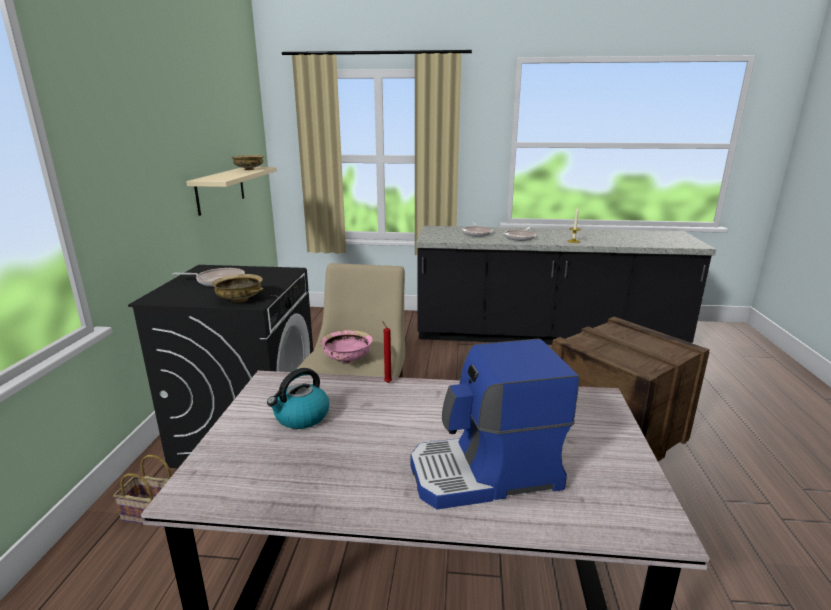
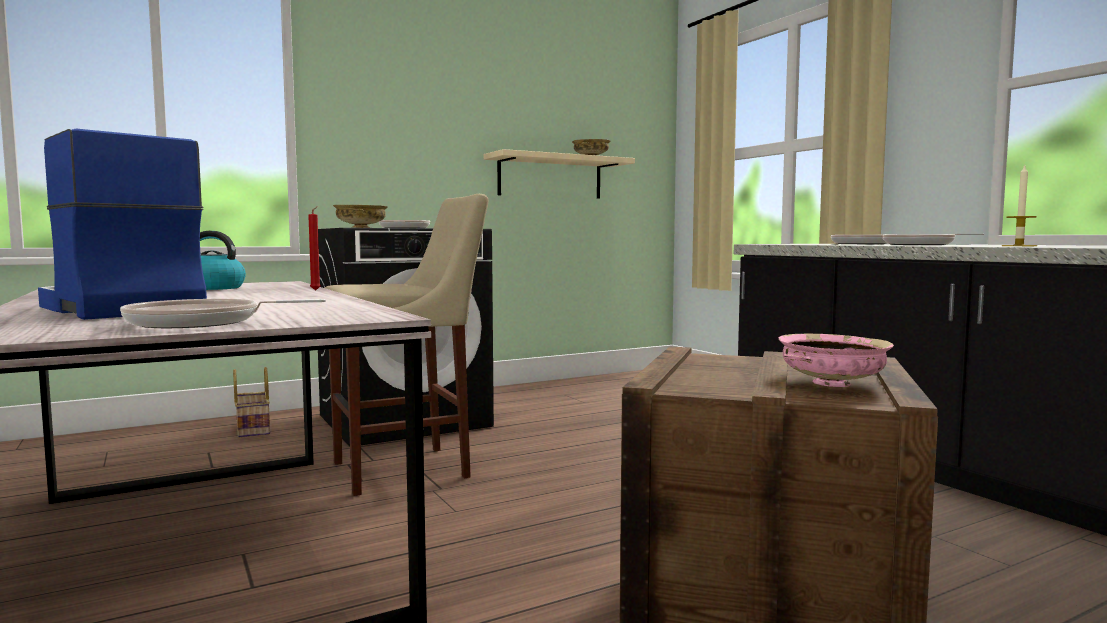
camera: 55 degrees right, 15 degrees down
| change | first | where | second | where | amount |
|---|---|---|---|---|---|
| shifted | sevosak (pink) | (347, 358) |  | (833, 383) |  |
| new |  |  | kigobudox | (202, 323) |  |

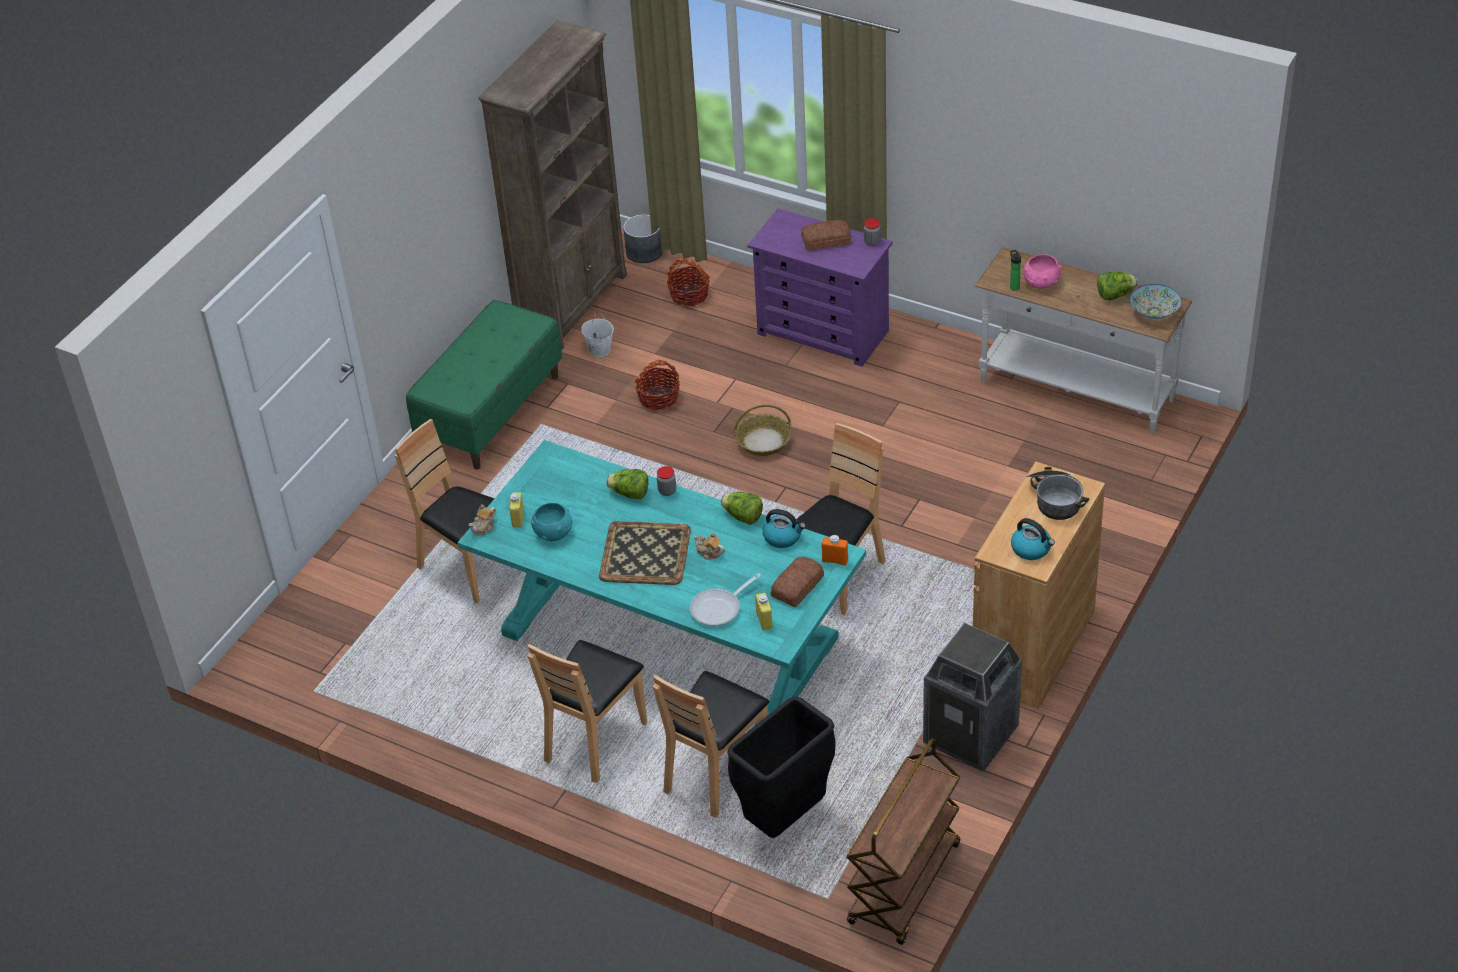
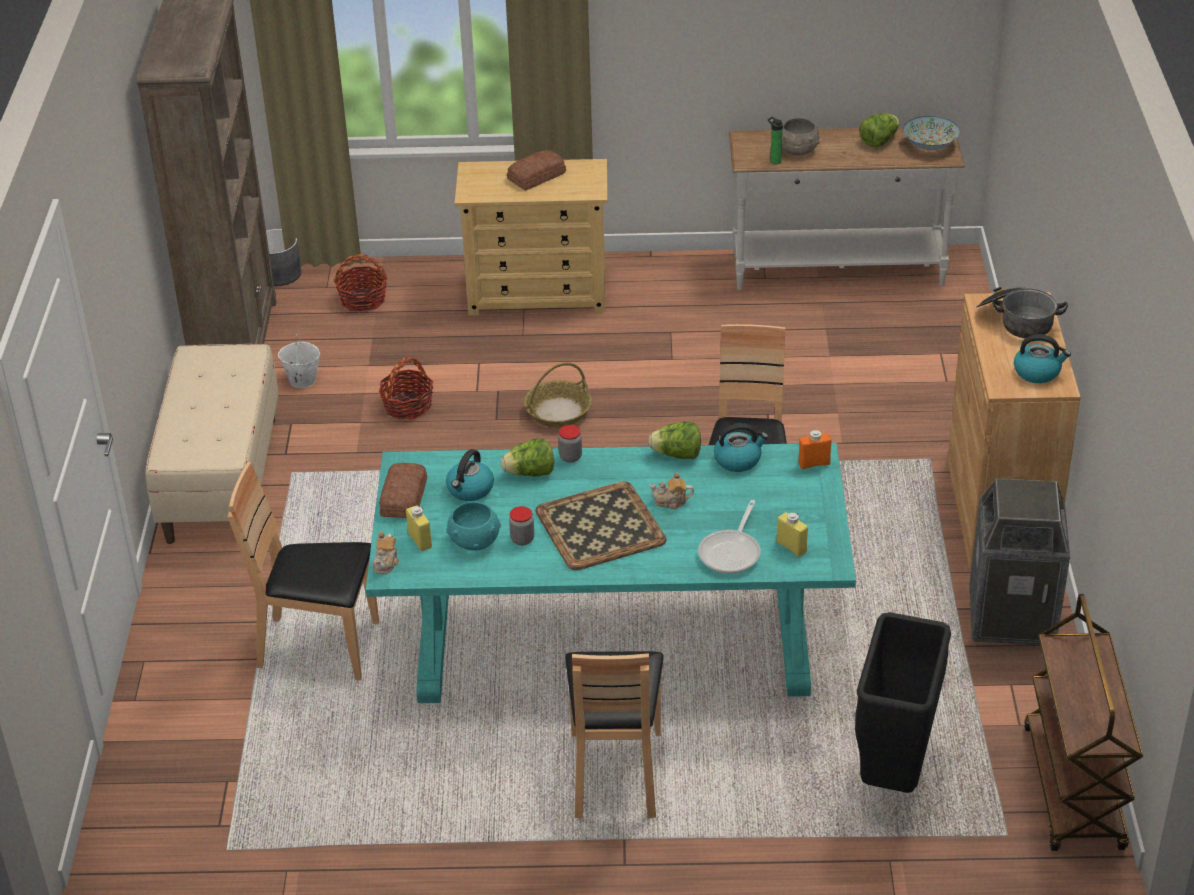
camera: 30 degrees left, 5 degrees down
| change | first | where | second | where | amount |
|---|---|---|---|---|---|
| repainted | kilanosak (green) | (491, 412) | kilanosak (beige) | (222, 479) |  |
| gone | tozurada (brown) | (716, 773) |  |  |  |
| repainted | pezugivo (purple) | (823, 332) | pezugivo (beige) | (538, 293) |  |
| shifted | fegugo | (798, 586) |  | (405, 497) |  |
| shifted | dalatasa | (872, 242) |  | (522, 539) |  |
| repainted | sevosak (pink) | (1041, 282) | sevosak (grey) | (797, 150) |  |
| new |  |  | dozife | (470, 490) |  |

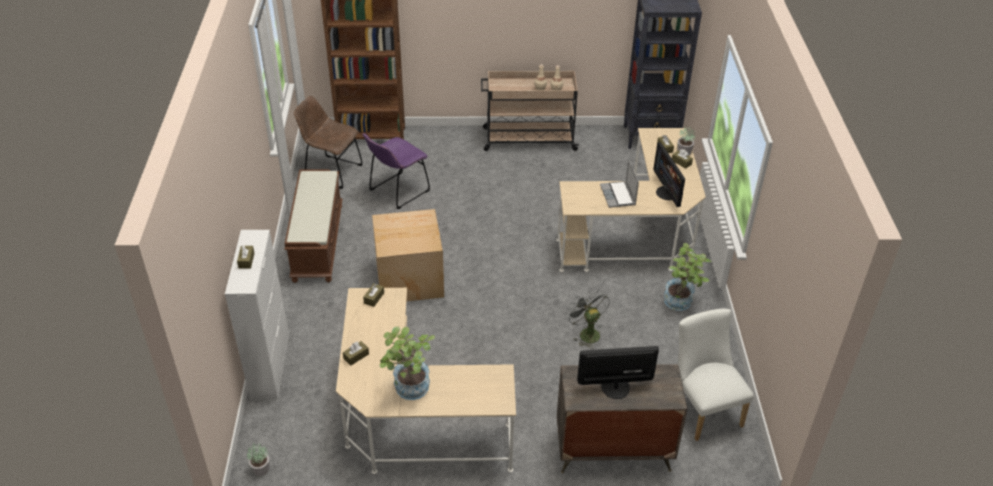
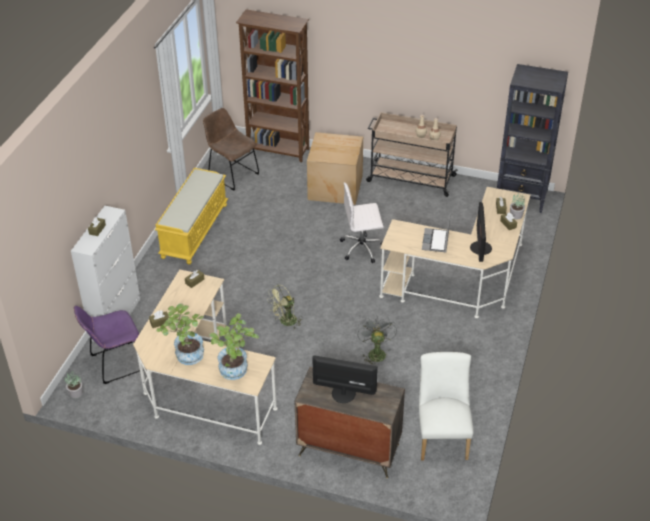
camera: 20 degrees right, 0 degrees up
| change | first | where | second | where | amount |
|---|---|---|---|---|---|
| repainted | kilanosak (brown) | (317, 242) | kilanosak (yellow) | (194, 230) |  |
| shifted | tozurada (purple) | (397, 192) |  | (115, 364) |  |
| shifted | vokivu | (408, 278) |  | (334, 187) |  |
| shifted | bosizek | (681, 303) |  | (235, 372) |  |
| new |  |  | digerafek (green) | (285, 322) |  |
| new |  |  | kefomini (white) | (362, 248) |  |

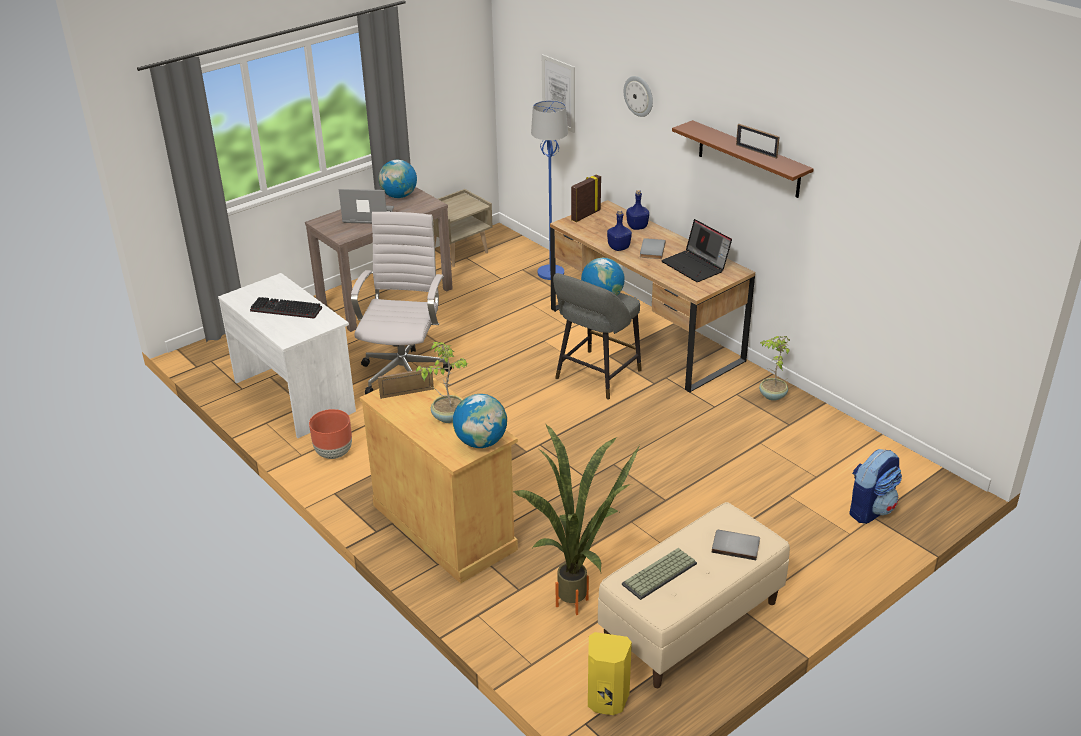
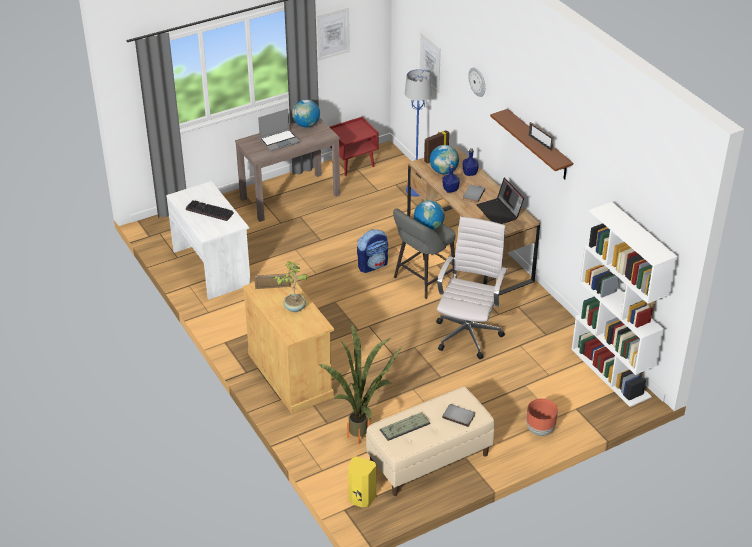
camera: 10 degrees right, 5 degrees up
| change | first | where | second | where | amount |
|---|---|---|---|---|---|
| shifted | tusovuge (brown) | (334, 453) |  | (540, 430) |  |
| rotated | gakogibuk | (367, 216) |  | (279, 140) | 135 degrees clockwise |
| shifted | kefomini (white) | (405, 372) |  | (468, 333) |  |
| repainted | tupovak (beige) | (459, 252) | tupovak (red) | (353, 164) |  |
| shifted | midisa | (481, 442) |  | (443, 171) |  |
| gone | bosizek | (772, 396) |  |  |  |
| shifted | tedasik | (870, 509) |  | (373, 265) |  |
| new |  |  | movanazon | (333, 33) |  |
| new |  |  | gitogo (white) | (611, 373) |  |

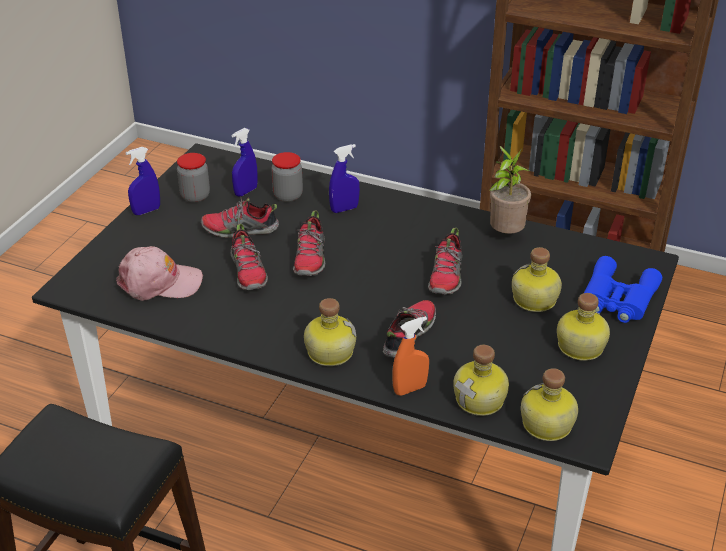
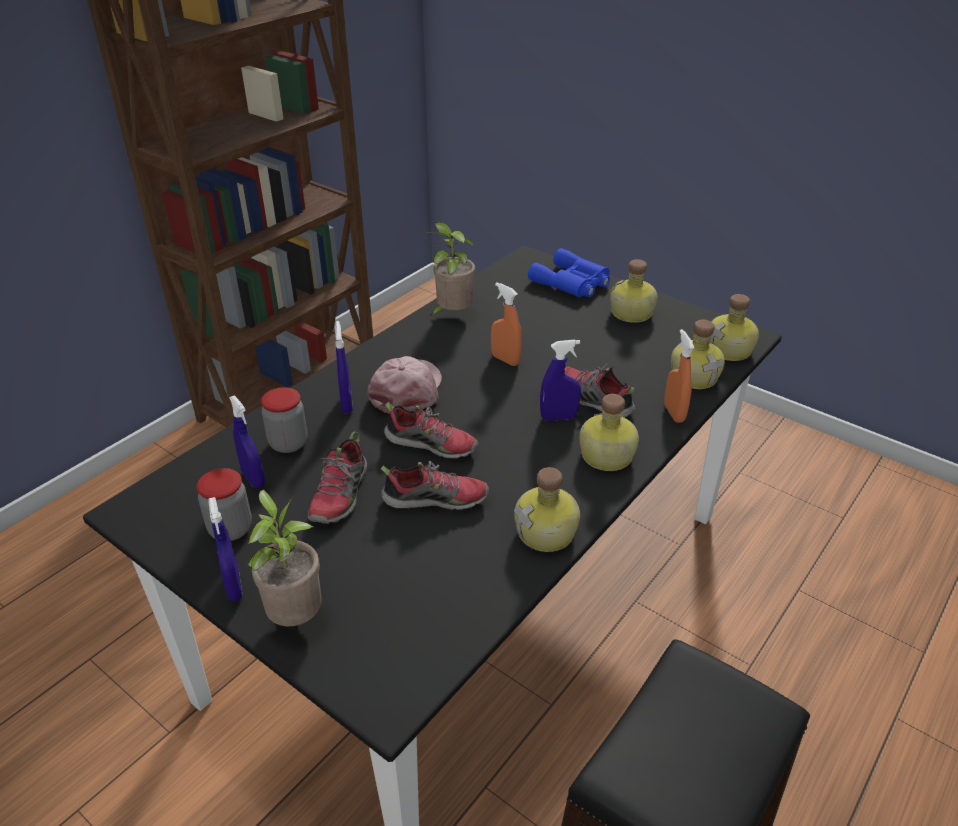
camera: 75 degrees left, 0 degrees up
| change | first | where | second | where | amount |
|---|---|---|---|---|---|
| shifted | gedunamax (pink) | (159, 282) |  | (407, 391) |  |
| swapped | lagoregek | (446, 276) | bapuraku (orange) | (505, 360) |  |
| shifted | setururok | (534, 300) |  | (547, 533) |  |
| new |  |  | bosizek | (295, 616) |  |
| new |  |  | bapuraku (blue) | (558, 417) |  |

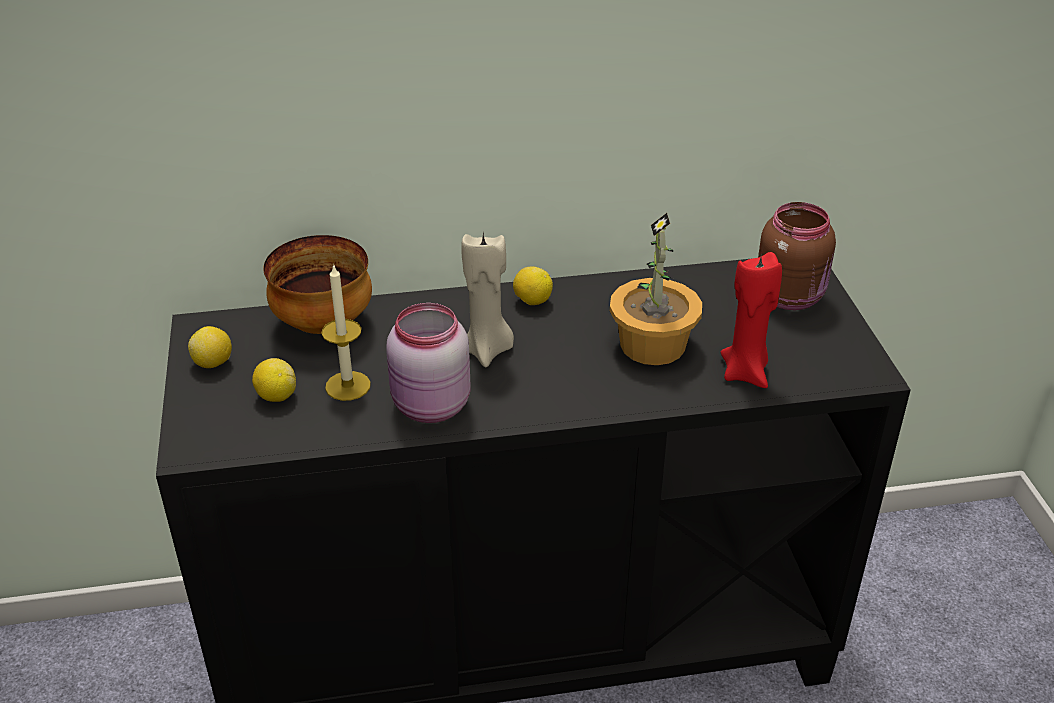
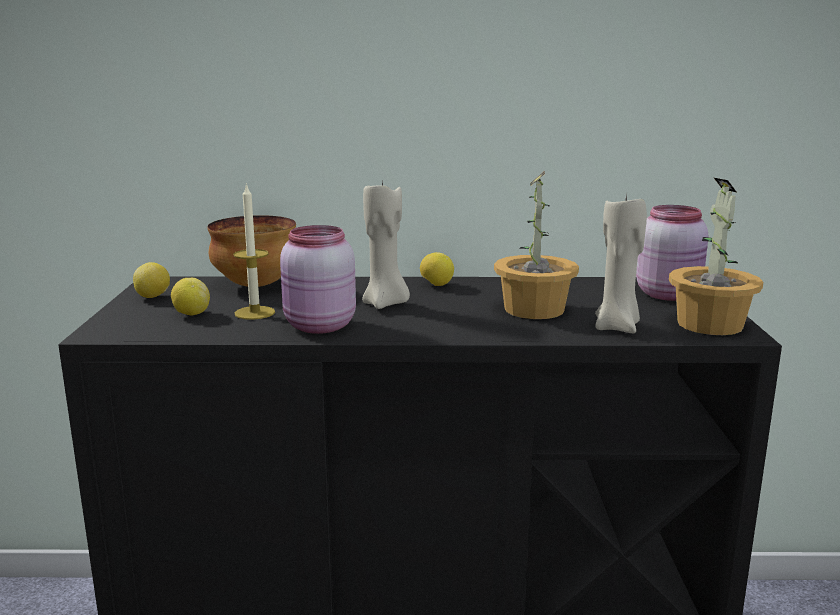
camera: 10 degrees right, 20 degrees down
| change | first | where | second | where | amount |
|---|---|---|---|---|---|
| repainted | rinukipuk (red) | (746, 372) | rinukipuk (beige) | (617, 327) |  |
| repainted | dalatasa (brown) | (790, 296) | dalatasa (pink) | (669, 294) |  |
| new |  |  | bosizek | (709, 324) |  |

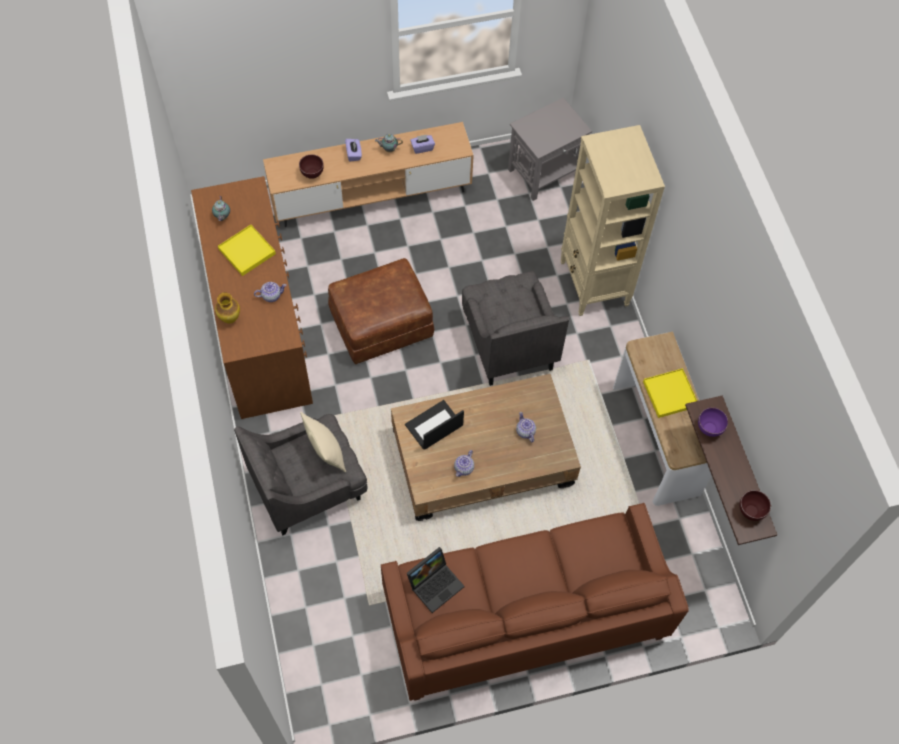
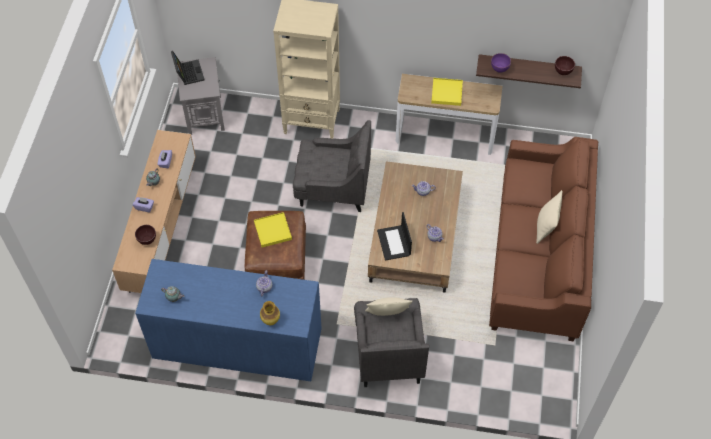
camera: 65 degrees left, 5 degrees down
| change | first | where | second | where | amount |
|---|---|---|---|---|---|
| repainted | pezugivo (brown) | (260, 327) | pezugivo (blue) | (237, 343) |  |
| shifted | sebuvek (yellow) | (247, 251) |  | (272, 231) |  |
| shifted | gakogibuk | (435, 583) |  | (188, 72) |  |
| new |  |  | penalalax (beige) | (545, 227) |  |

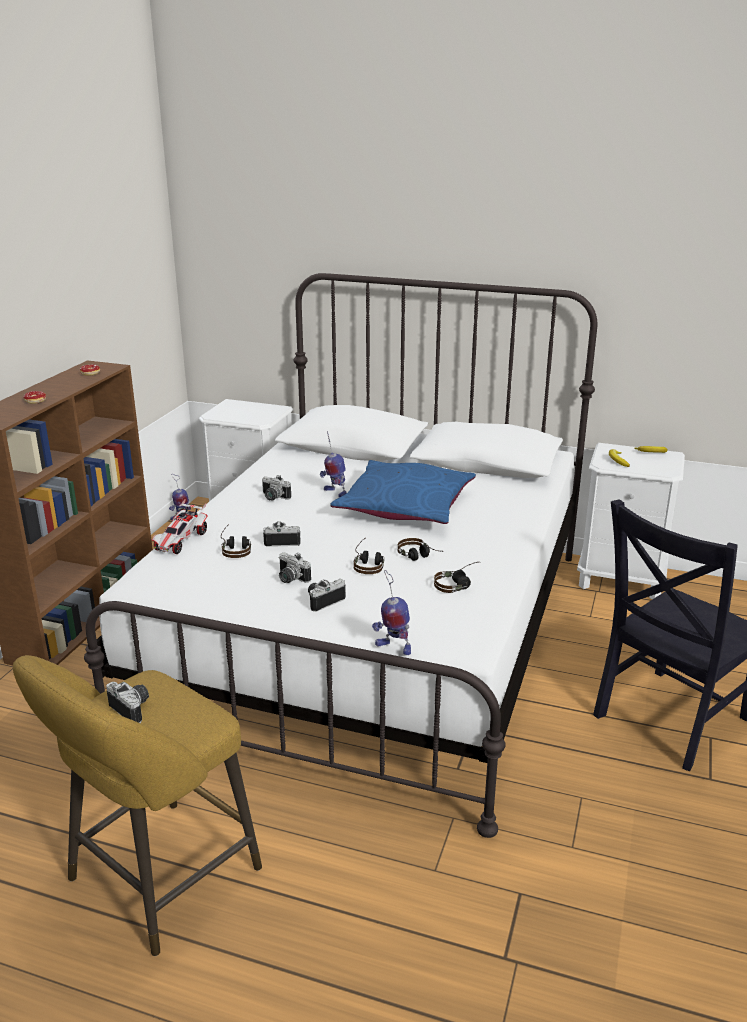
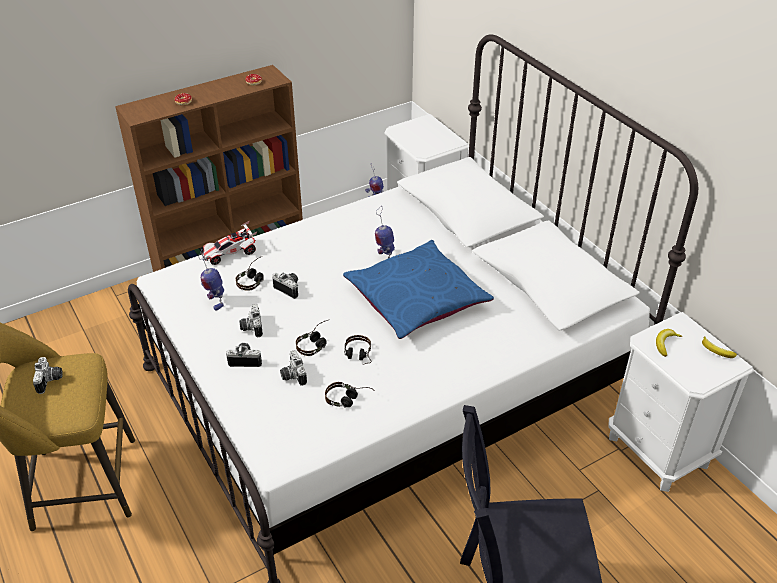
camera: 40 degrees right, 15 degrees up
| change | first | where | second | where | amount |
|---|---|---|---|---|---|
| shifted | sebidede | (273, 497) |  | (292, 375) |  |
| shifted | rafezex | (393, 647) |  | (215, 301) |  |

